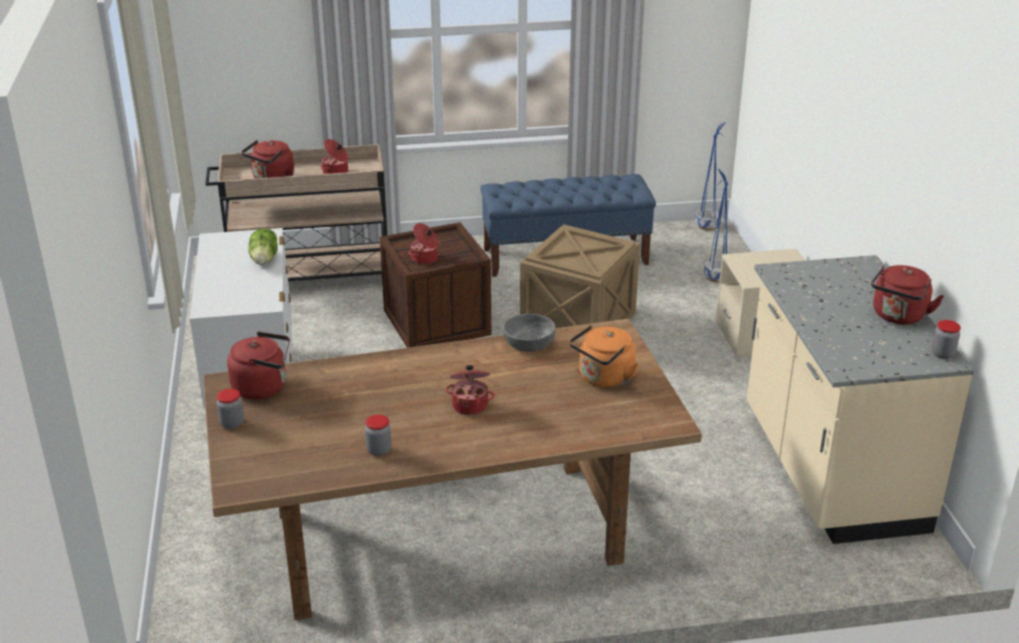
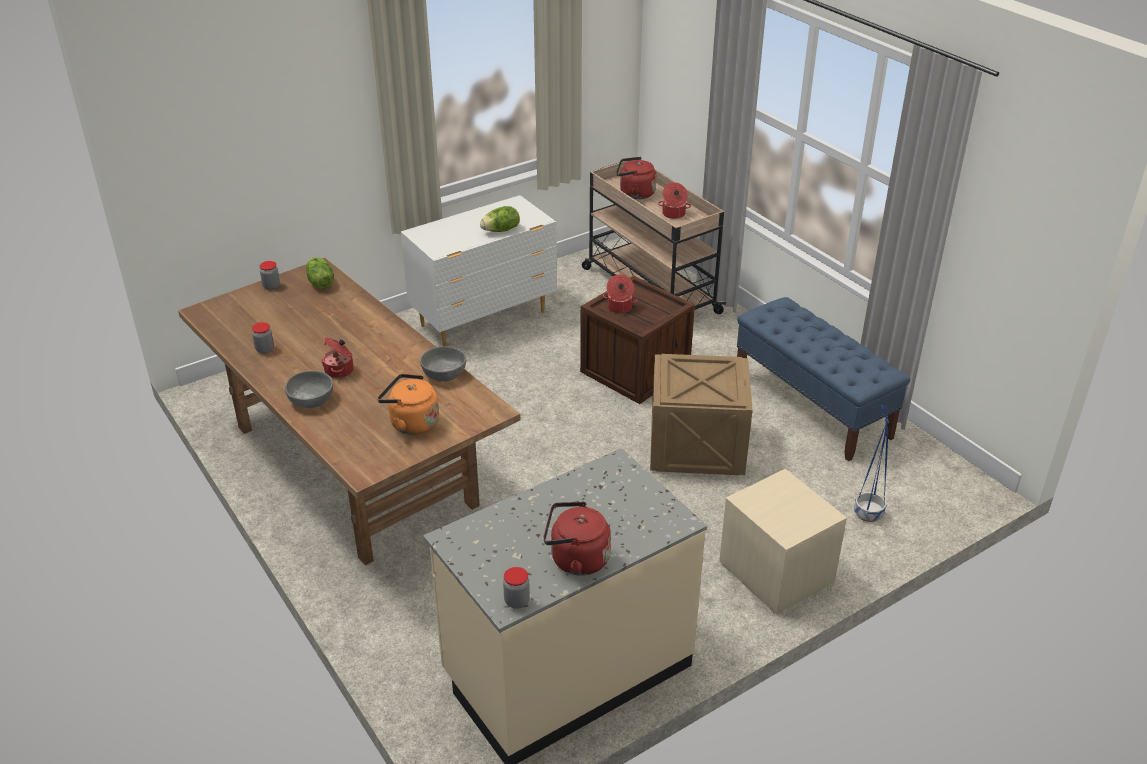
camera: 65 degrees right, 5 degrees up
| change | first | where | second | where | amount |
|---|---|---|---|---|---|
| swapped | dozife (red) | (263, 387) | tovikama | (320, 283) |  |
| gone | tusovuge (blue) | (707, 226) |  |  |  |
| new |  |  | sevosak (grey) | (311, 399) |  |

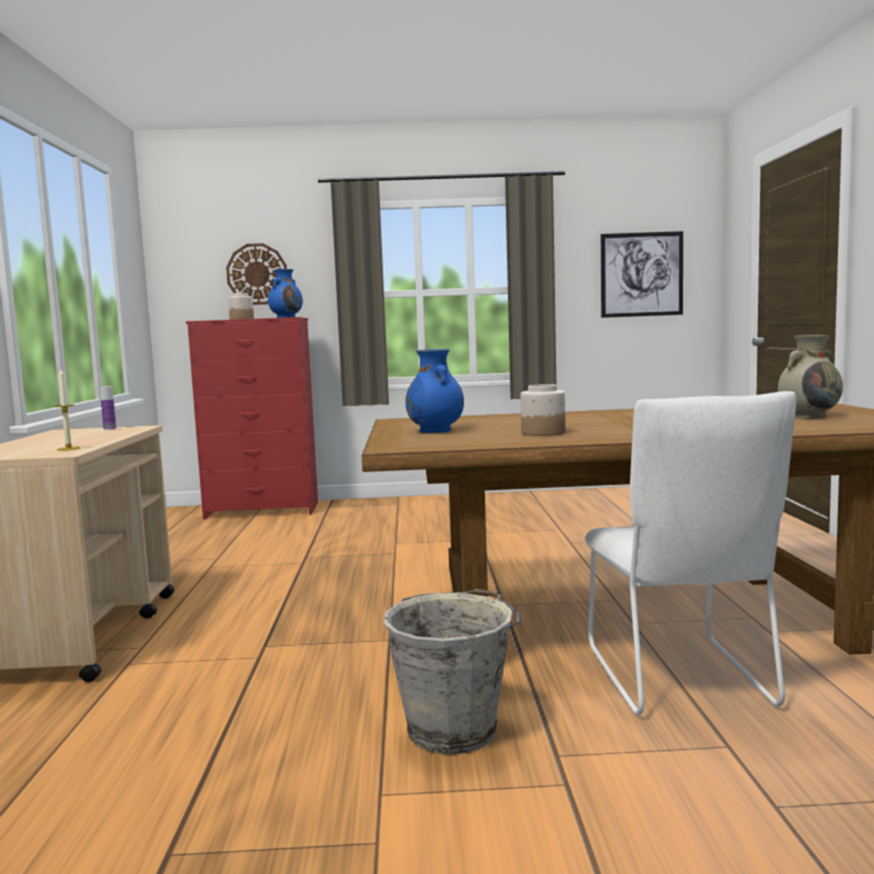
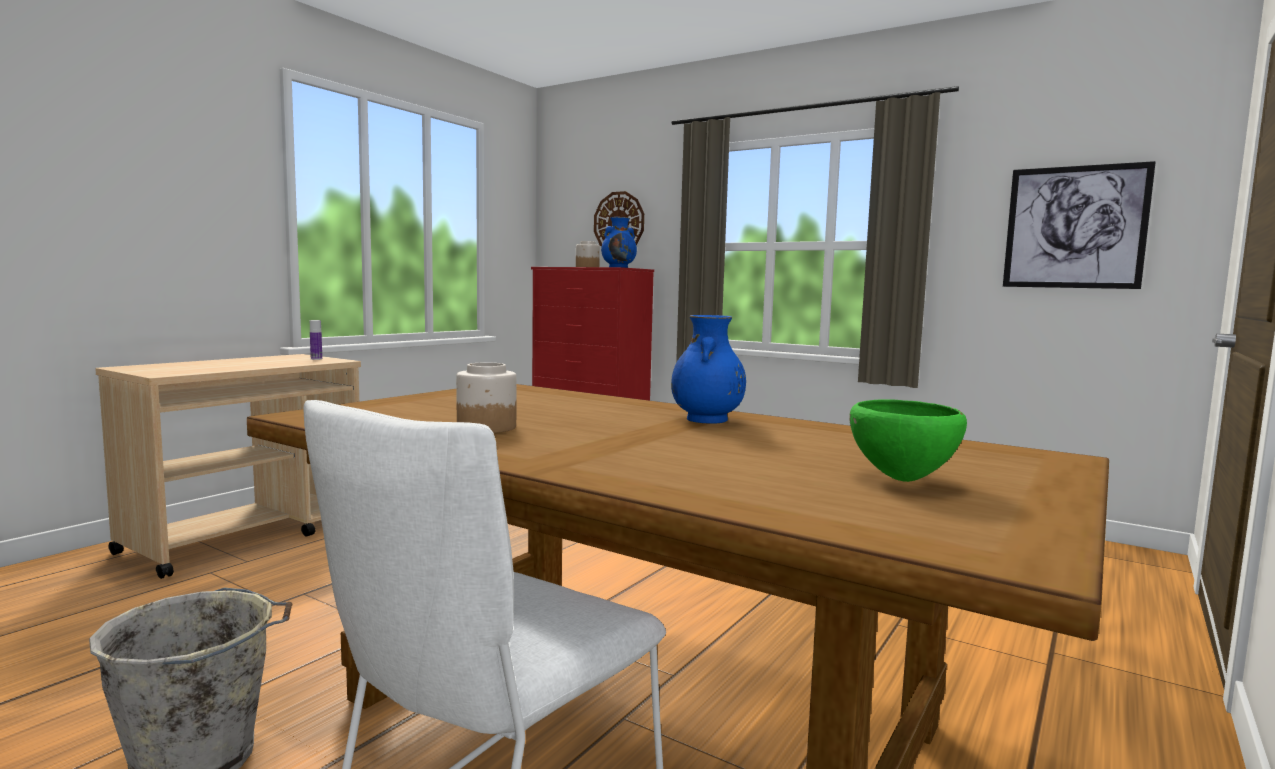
camera: 35 degrees right, 0 degrees up
| change | first | where | second | where | amount |
|---|---|---|---|---|---|
| gone | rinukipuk | (68, 449) |  |  |  |
| shifted | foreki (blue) | (436, 431) |  | (707, 420) |  |
| swapped | foreki (beige) | (809, 416) | sevosak (green) | (903, 479) |  |

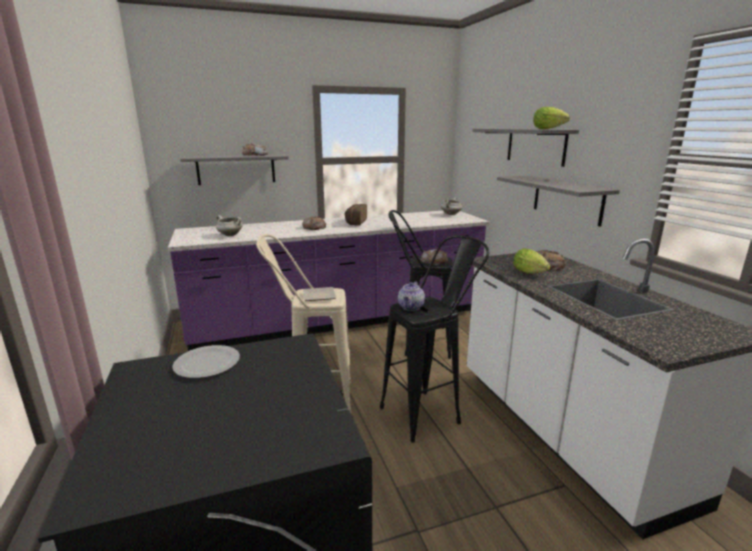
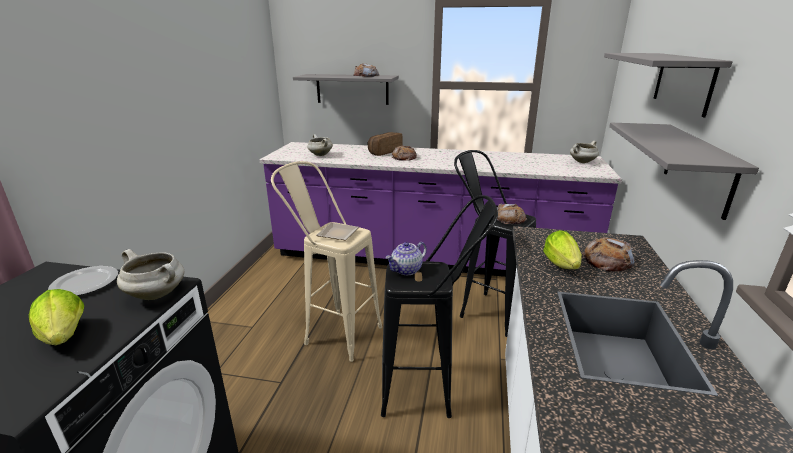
camera: 30 degrees right, 5 degrees up
| change | first | where | second | where | amount |
|---|---|---|---|---|---|
| shifted | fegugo | (355, 222) |  | (383, 151) |  |
| shifted | tovikama | (550, 129) |  | (64, 338) |  |
| new |  |  | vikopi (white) | (158, 294) |  |

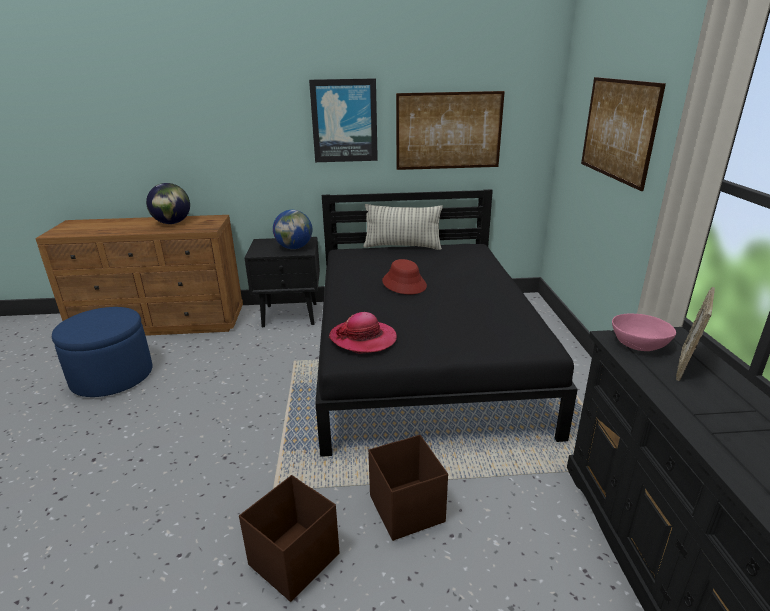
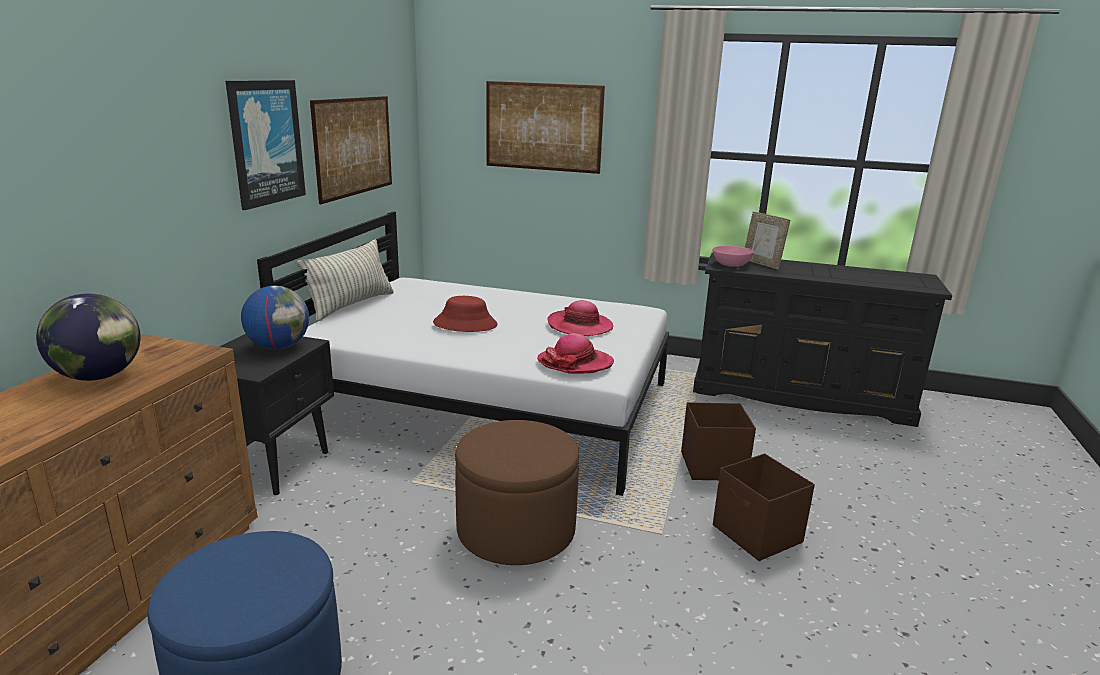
camera: 70 degrees left, 5 degrees down
| change | first | where | second | where | amount |
|---|---|---|---|---|---|
| repainted | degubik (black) | (422, 356) | degubik (white) | (487, 404) |  |
| new |  |  | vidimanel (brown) | (516, 530) |  |
| new |  |  | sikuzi | (580, 326) |  |

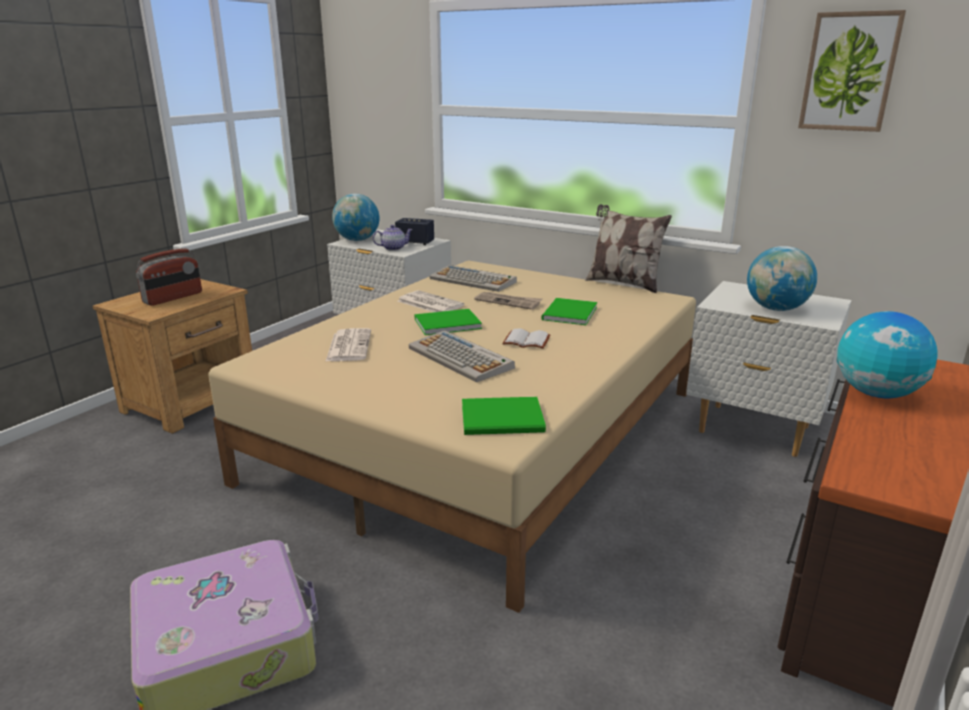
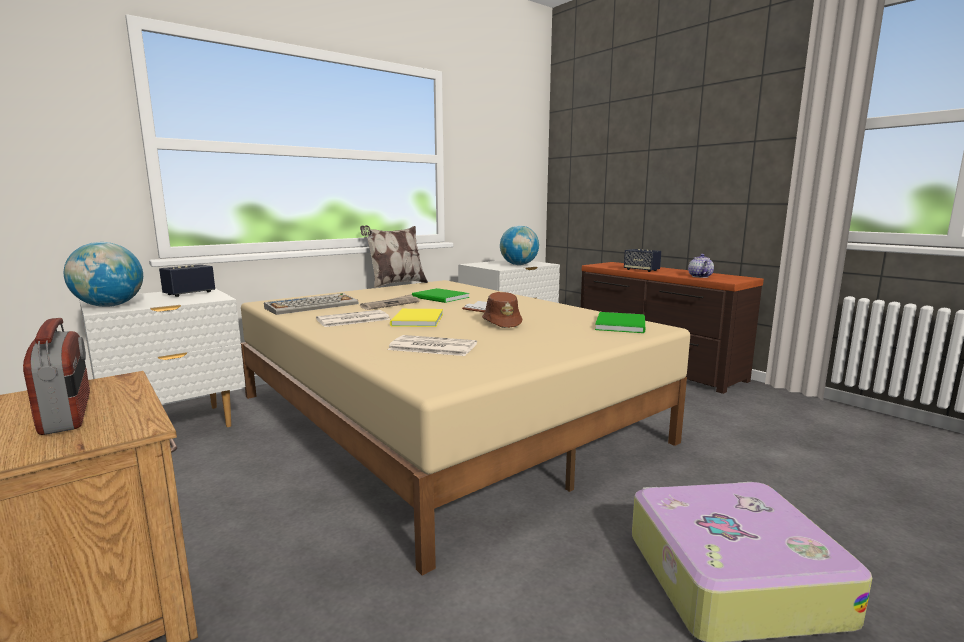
camera: 70 degrees left, 10 degrees down
| change | first | where | second | where | amount |
|---|---|---|---|---|---|
| shifted | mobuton | (393, 248) |  | (699, 276) |  |
| swapped | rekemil | (461, 358) | sikuzi (brown) | (502, 323) |  |
| repainted | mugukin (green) | (445, 323) | mugukin (yellow) | (415, 320) |  |
| gone | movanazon | (849, 72) |  |  |  |
| swapped | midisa | (876, 394) | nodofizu | (641, 270) |  |

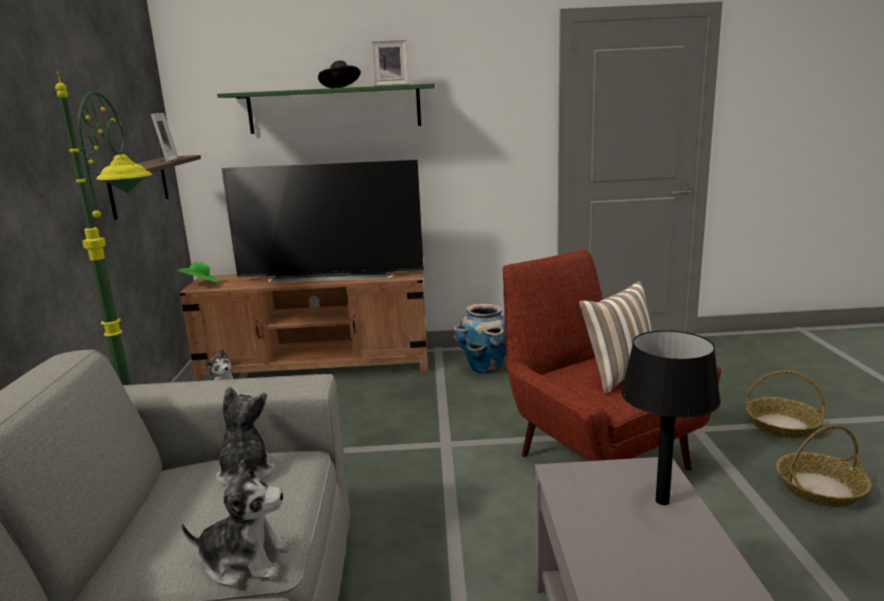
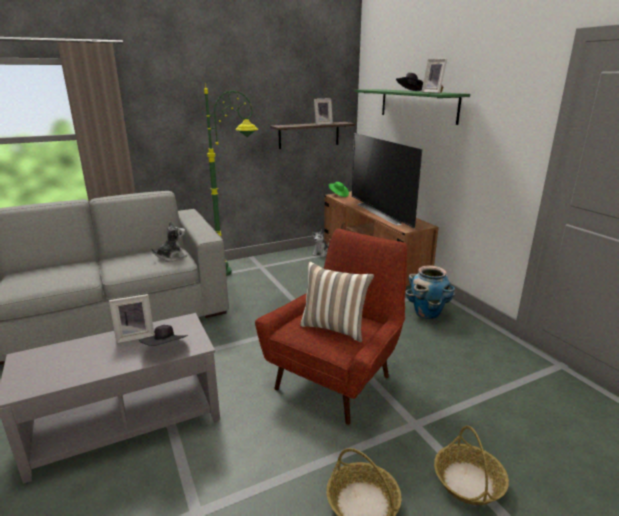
camera: 65 degrees right, 5 degrees up
| change | first | where | second | where | amount |
|---|---|---|---|---|---|
| gone | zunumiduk | (245, 561) |  |  |  |
| swapped | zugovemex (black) | (662, 500) | sikuzi (black) | (166, 349) |  |
| new |  |  | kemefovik | (135, 335) |  |

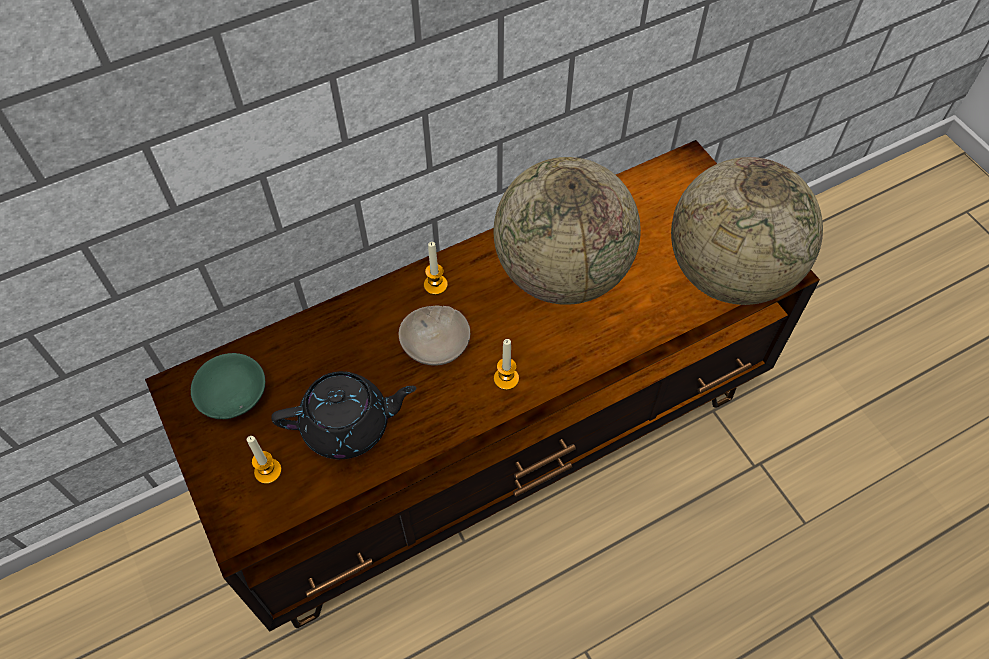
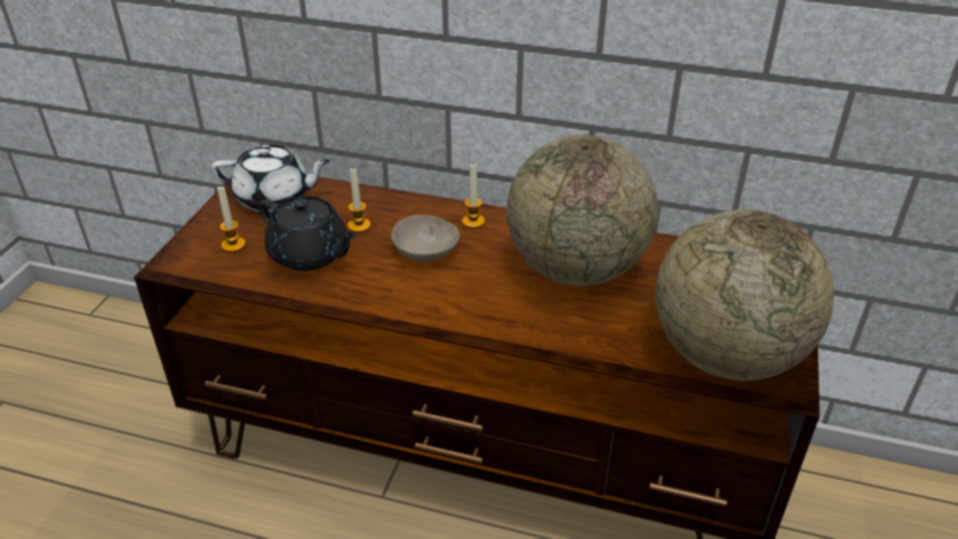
camera: 45 degrees right, 20 degrees down
| change | first | where | second | where | amount |
|---|---|---|---|---|---|
| swapped | sevosak (green) | (234, 393) | mobuton (white) | (274, 198) |  |
| shifted | rinukipuk | (506, 379) |  | (359, 226) |  |

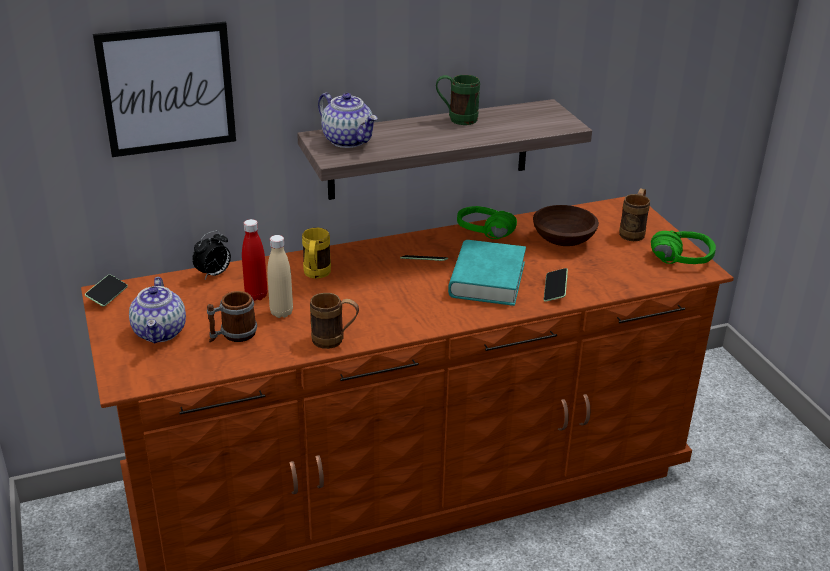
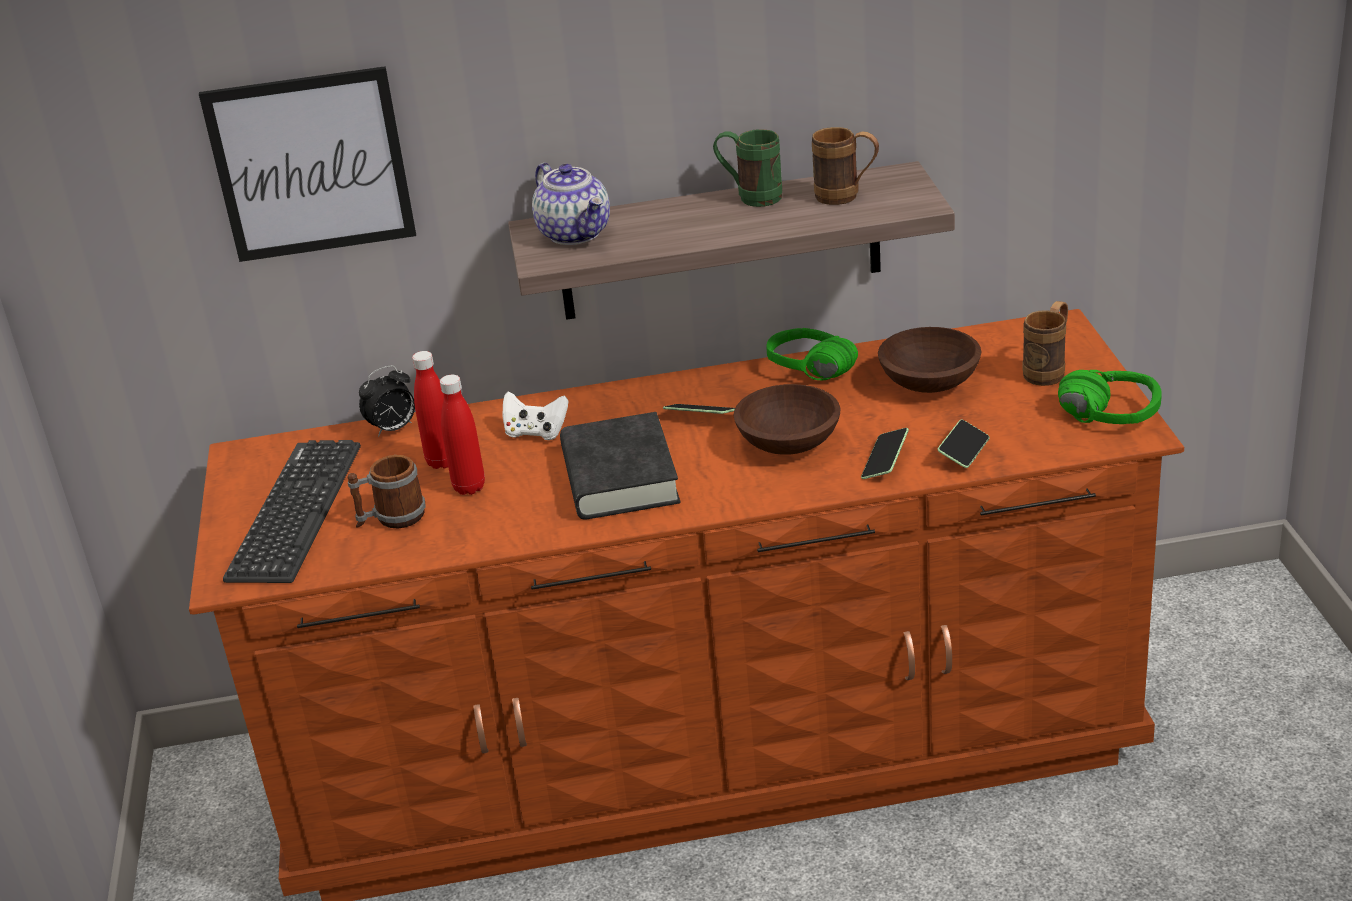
camera: 15 degrees right, 0 degrees up
| change | first | where | second | where | amount |
|---|---|---|---|---|---|
| shifted | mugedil | (107, 296) |  | (963, 452) |  |
| swapped | mobuton | (160, 332) | rekemil | (295, 512) |  |
| repainted | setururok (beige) | (281, 312) | setururok (red) | (469, 487) |  |
| swapped | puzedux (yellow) | (315, 275) | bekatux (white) | (536, 432) |  |
| shifted | puzedux (brown) | (335, 341) |  | (846, 197) |  |
| swapped | mugukin (turquoise) | (487, 279) | sevosak (brown) | (787, 443) |  |
| new |  |  | mugukin (black) | (619, 477) |  |

